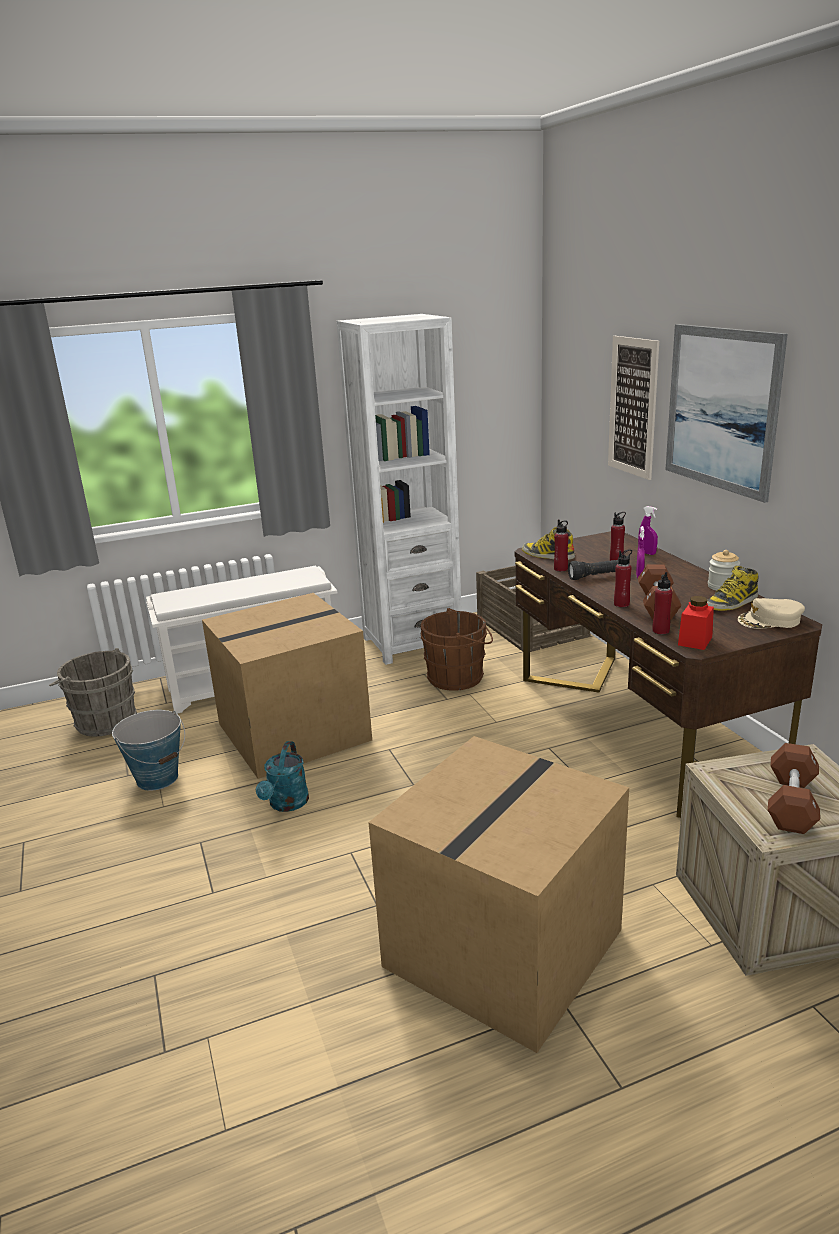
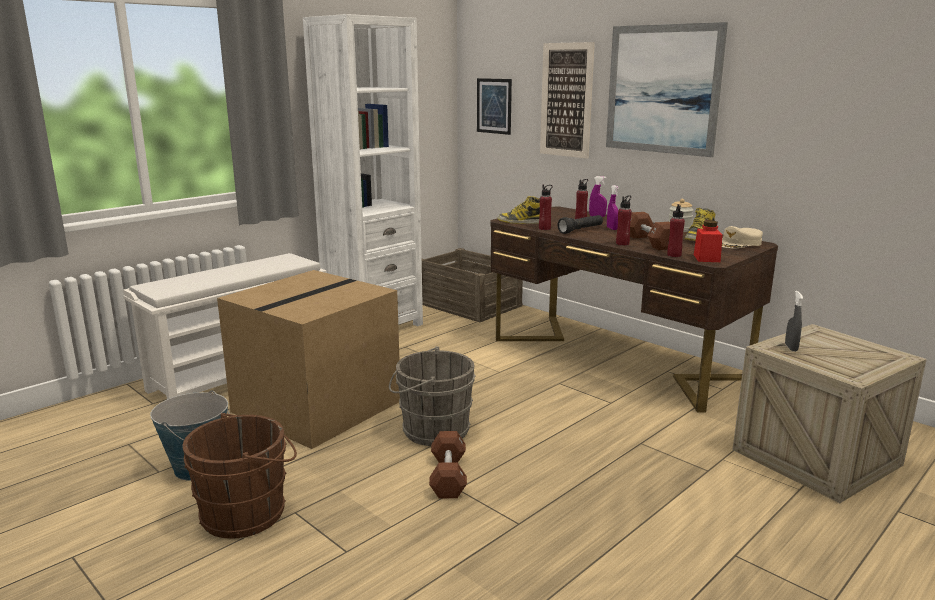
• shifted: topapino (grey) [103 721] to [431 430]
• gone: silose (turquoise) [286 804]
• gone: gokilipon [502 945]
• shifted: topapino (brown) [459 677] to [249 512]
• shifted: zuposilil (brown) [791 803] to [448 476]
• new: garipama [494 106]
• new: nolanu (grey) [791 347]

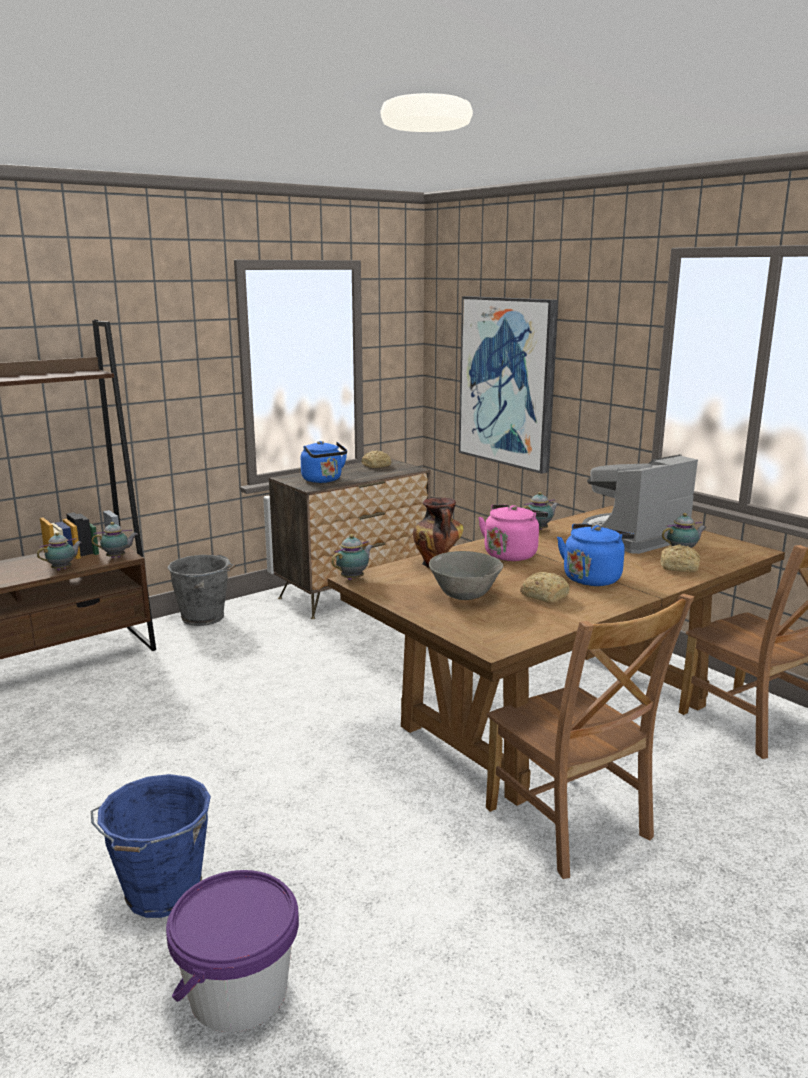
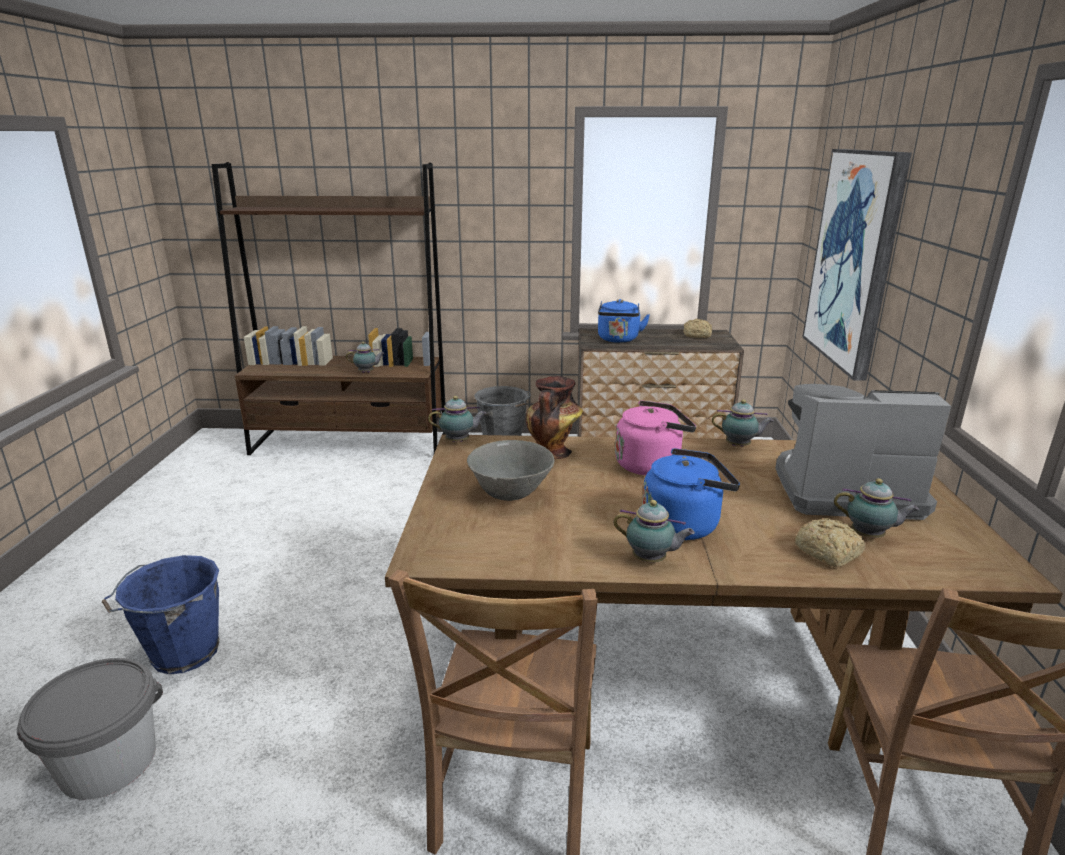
• shifted: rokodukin [117 557] to [651 560]
• repainted: topapino (purple) [238 991] to topapino (grey) [108 763]
• gone: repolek [544 596]

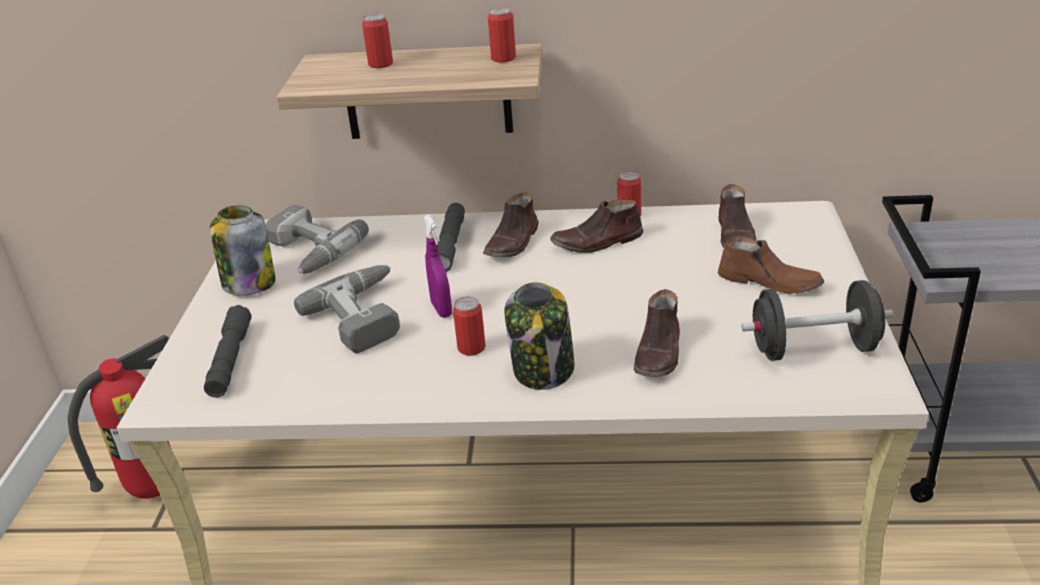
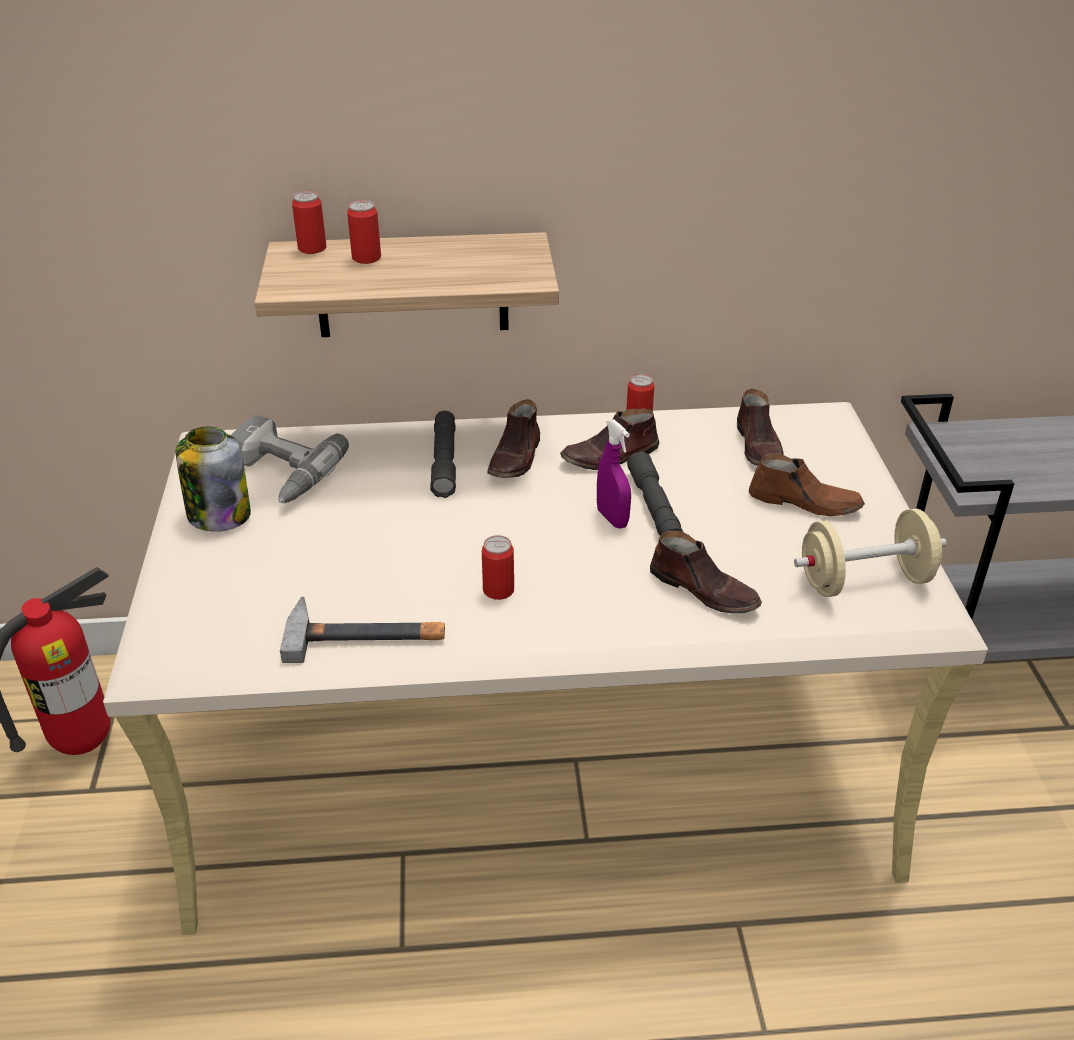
• shifted: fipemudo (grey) [230 360] to [654 508]
• gone: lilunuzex [367 315]
• shifted: nolanu (purple) [441 309] to [612 518]
• shifted: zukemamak [503 58] to [312 248]
• gone: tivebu [543 370]
• rotated: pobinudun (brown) [659 353] = [704 590] 60 degrees counterclockwise
• repainted: zuposilil (black) [813 349] to zuposilil (beige) [864 581]
• new: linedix [366 634]

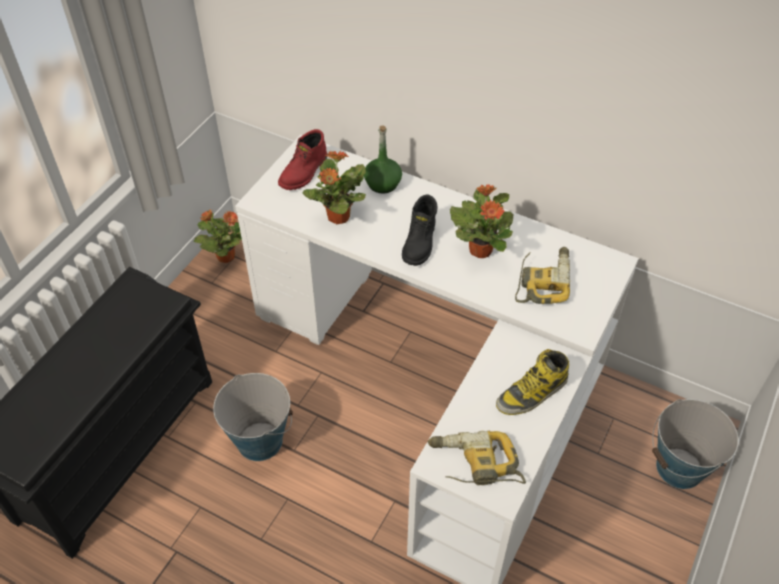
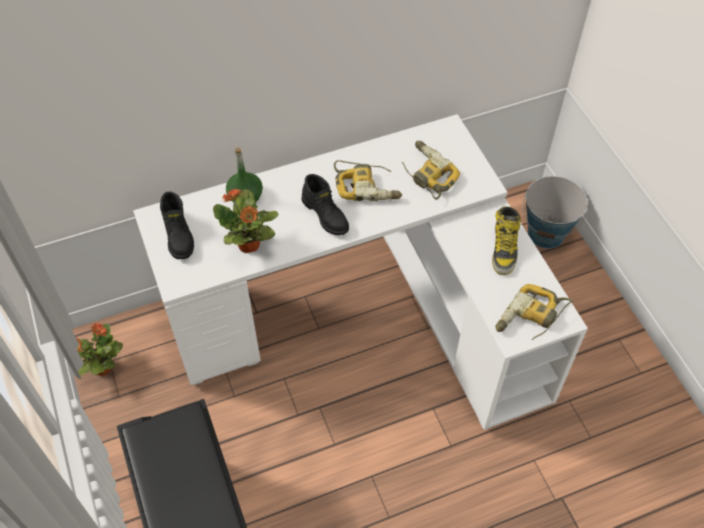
• gone: topapino [259 440]
• repainted: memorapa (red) [304 173] to memorapa (black) [179 235]
• swapped: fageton [480 249] to lilunuzex [367 186]

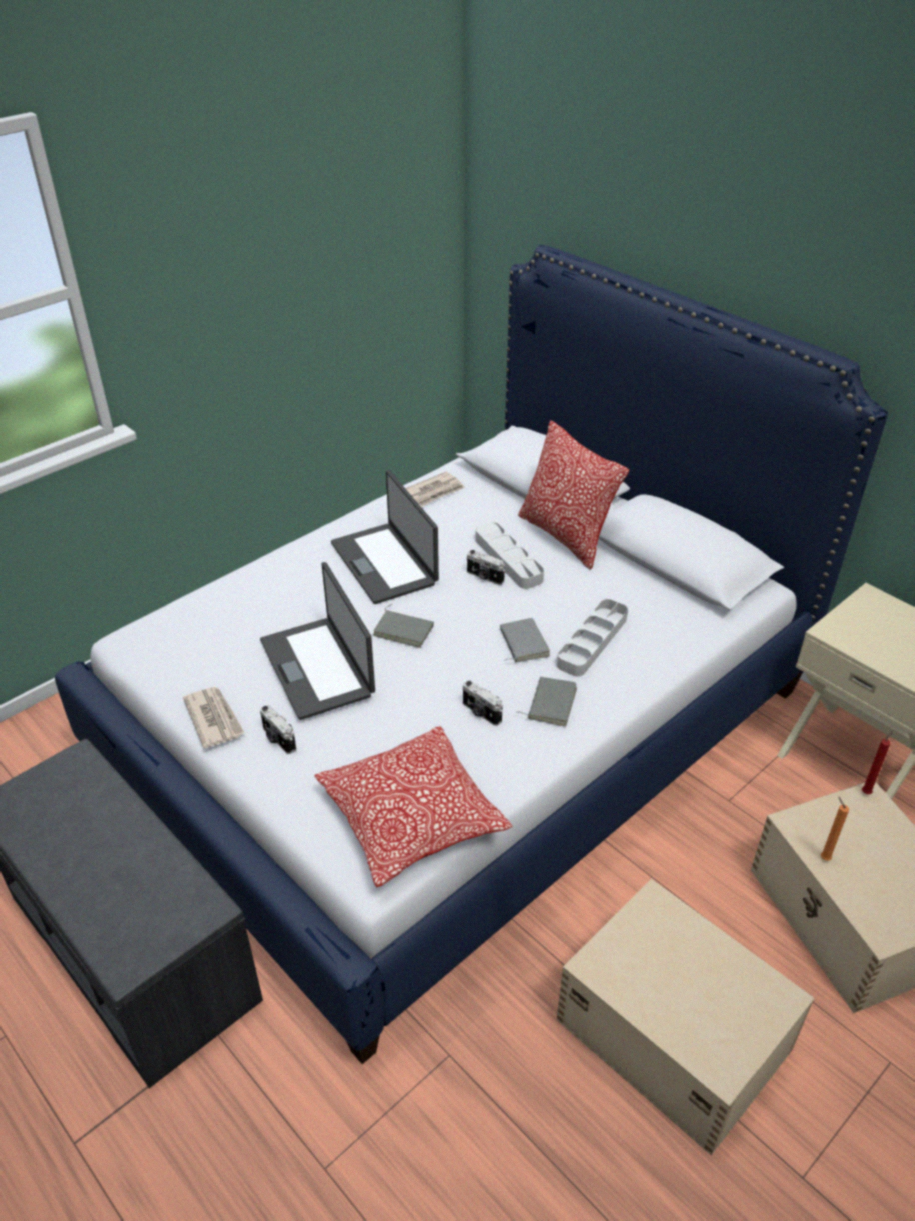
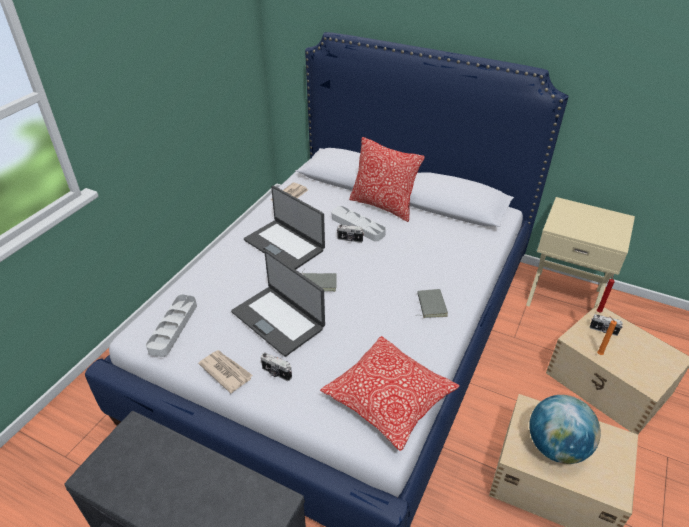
• shifted: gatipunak [481 713] to [603 330]
• gone: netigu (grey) [522 643]
• shifted: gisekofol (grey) [592 641] to [173 327]
• new: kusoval [556 447]

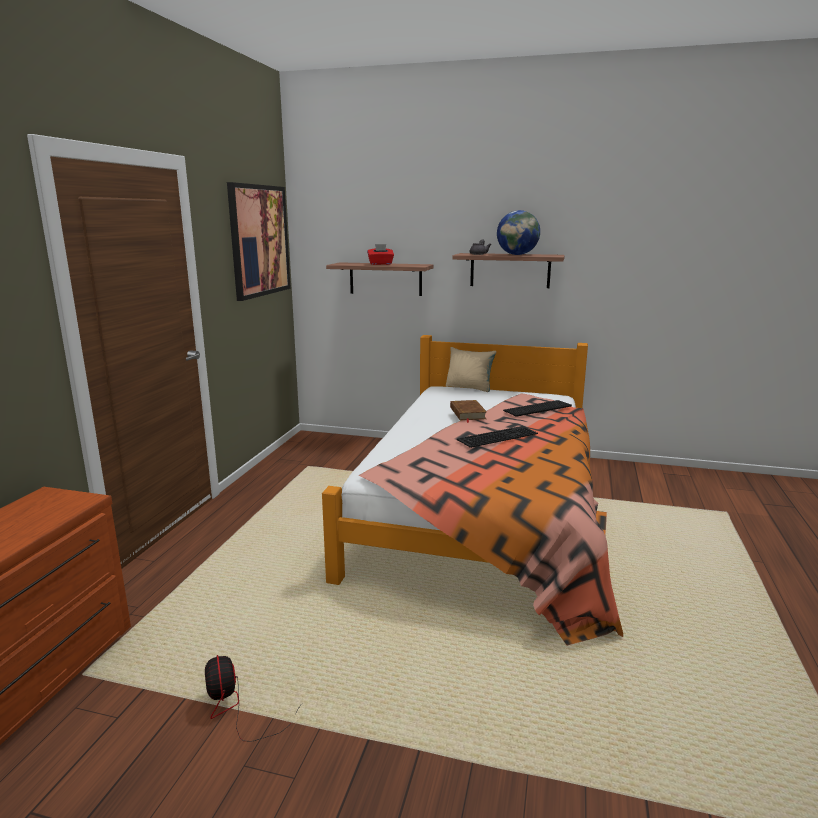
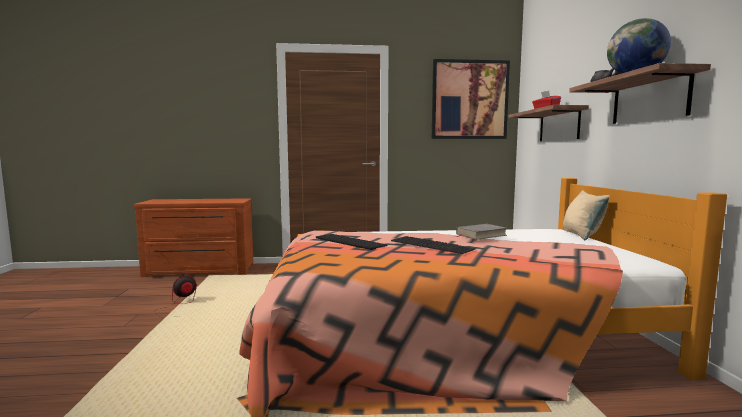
• repainted: netigu (brown) [467 413] to netigu (grey) [481 235]
• shifted: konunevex [538 409] to [348 242]

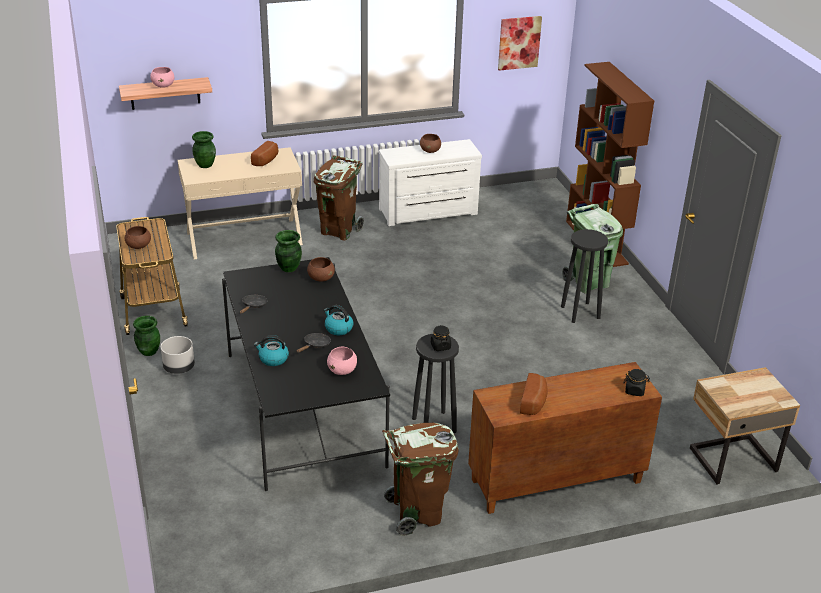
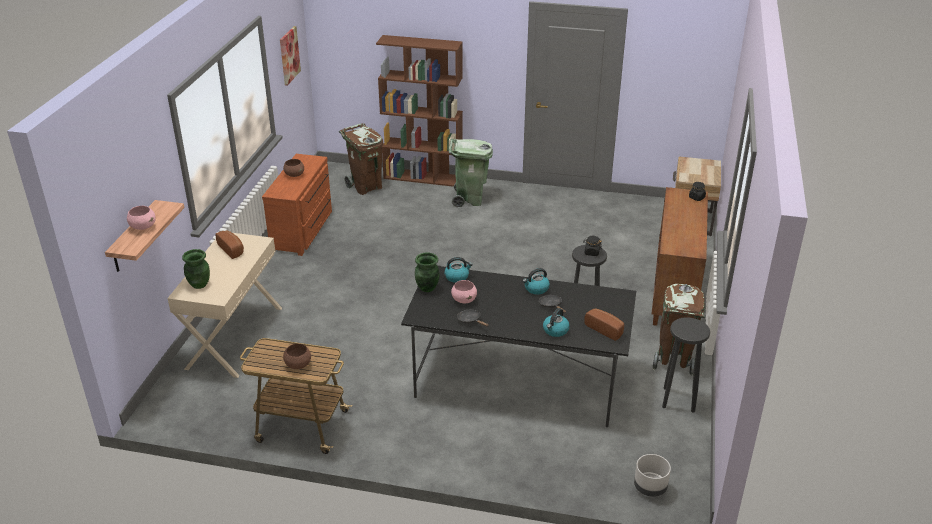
• gone: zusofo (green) [149 351]
• shifted: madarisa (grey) [179 367] to [650 487]
• swapped: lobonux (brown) [321 278] to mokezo [457 277]
• shifted: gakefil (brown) [339 231] to [366 187]
• shifted: lobonux (pink) [342 370] to [464 300]
• repainted: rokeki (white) [429 213] to rokeki (brown) [304 230]
• shifted: repolek [534 402] to [605 329]
• shifted: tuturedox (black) [579 312] to [679 400]

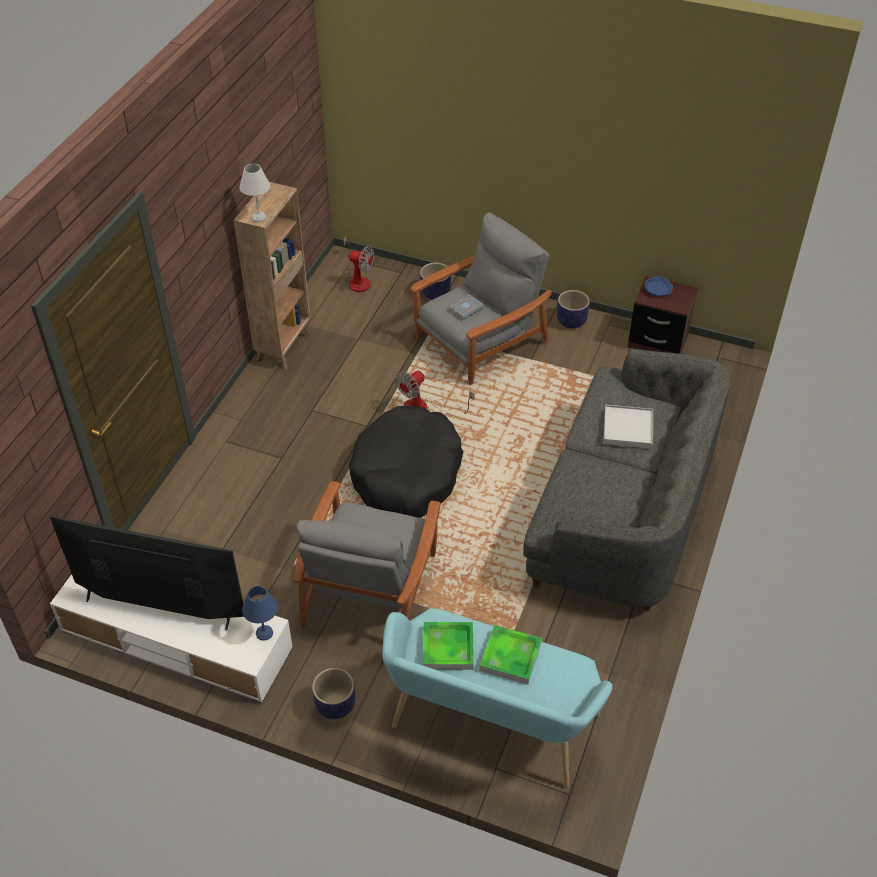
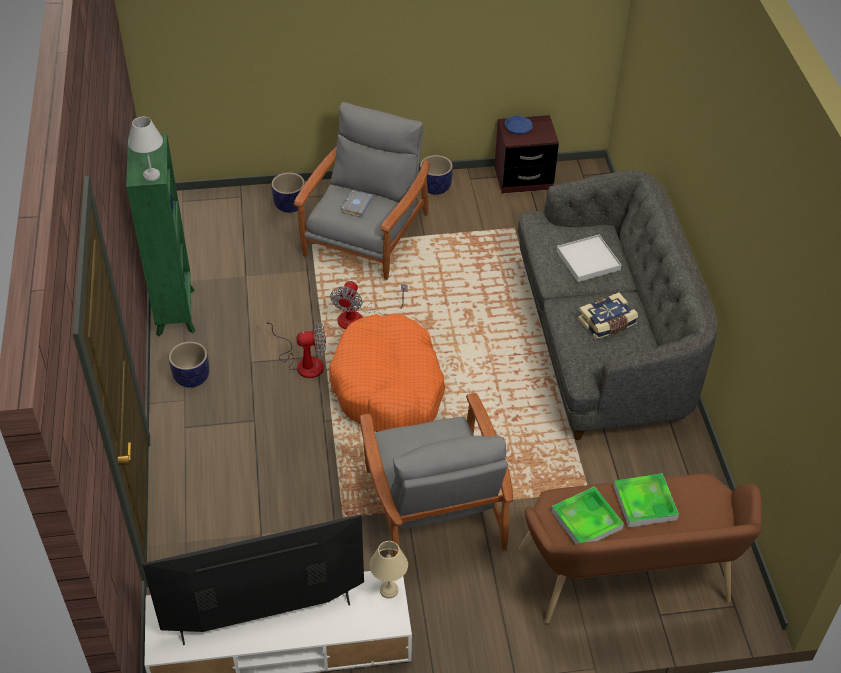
• repainted: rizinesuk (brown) [284 346] to rizinesuk (green) [176 311]
• repainted: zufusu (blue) [264 634] to zufusu (beige) [389 591]
• shifted: madarisa [335 706] to [192 378]
• shifted: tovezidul [357 279] to [303 362]
• repainted: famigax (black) [406 474] to famigax (orange) [388 386]
• repainted: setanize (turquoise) [489 728] to setanize (brown) [628 582]
• new: netigu [607 324]

